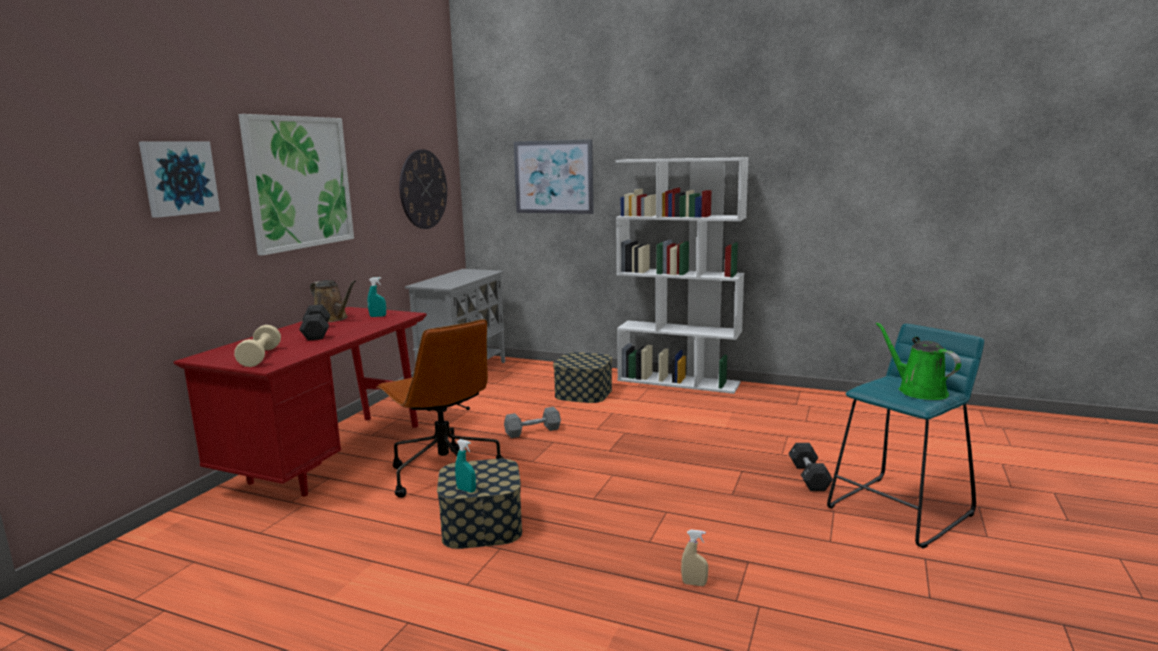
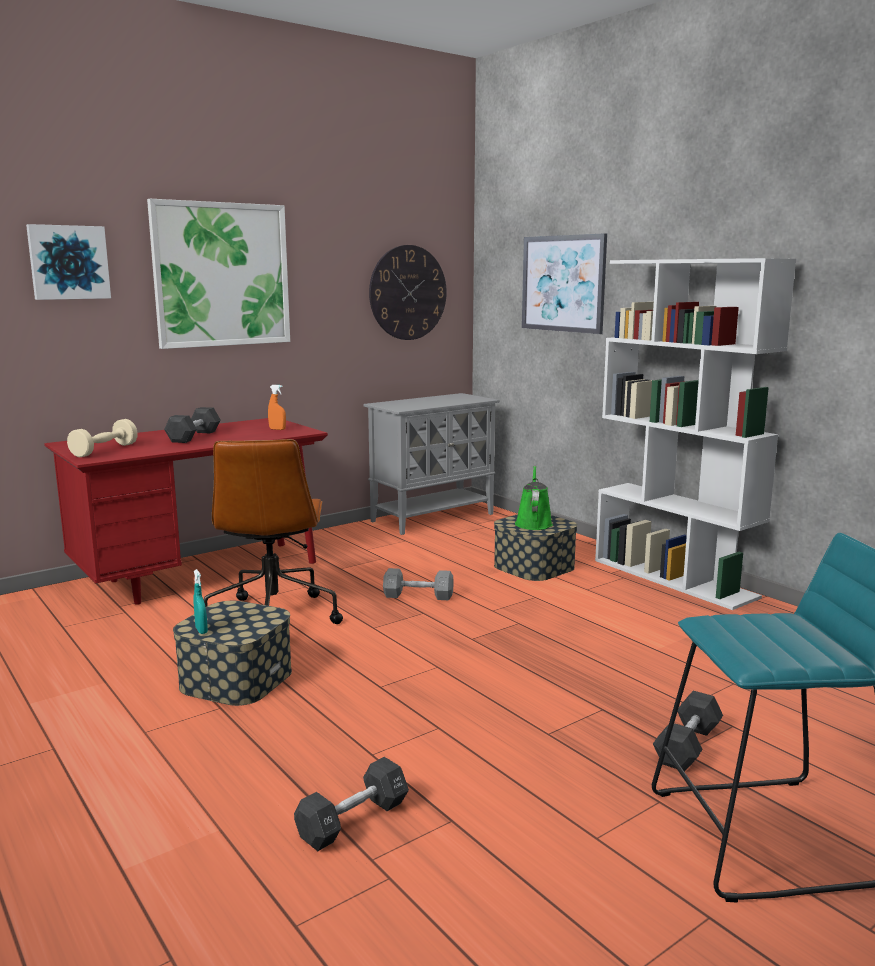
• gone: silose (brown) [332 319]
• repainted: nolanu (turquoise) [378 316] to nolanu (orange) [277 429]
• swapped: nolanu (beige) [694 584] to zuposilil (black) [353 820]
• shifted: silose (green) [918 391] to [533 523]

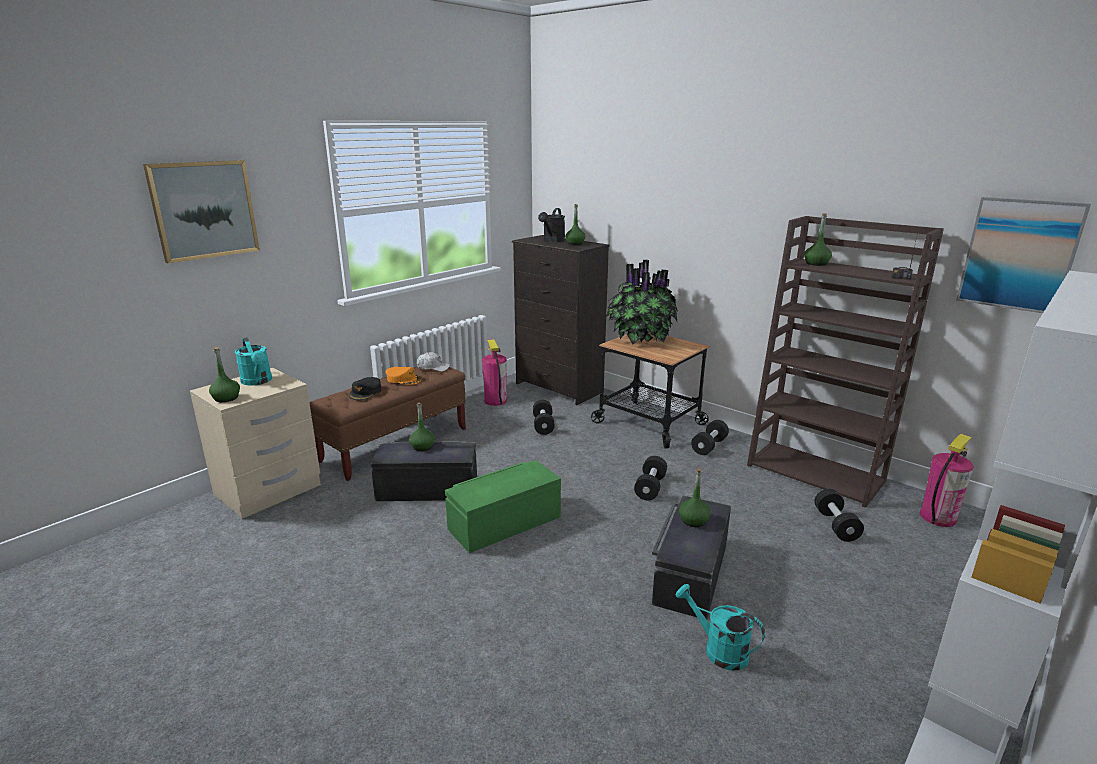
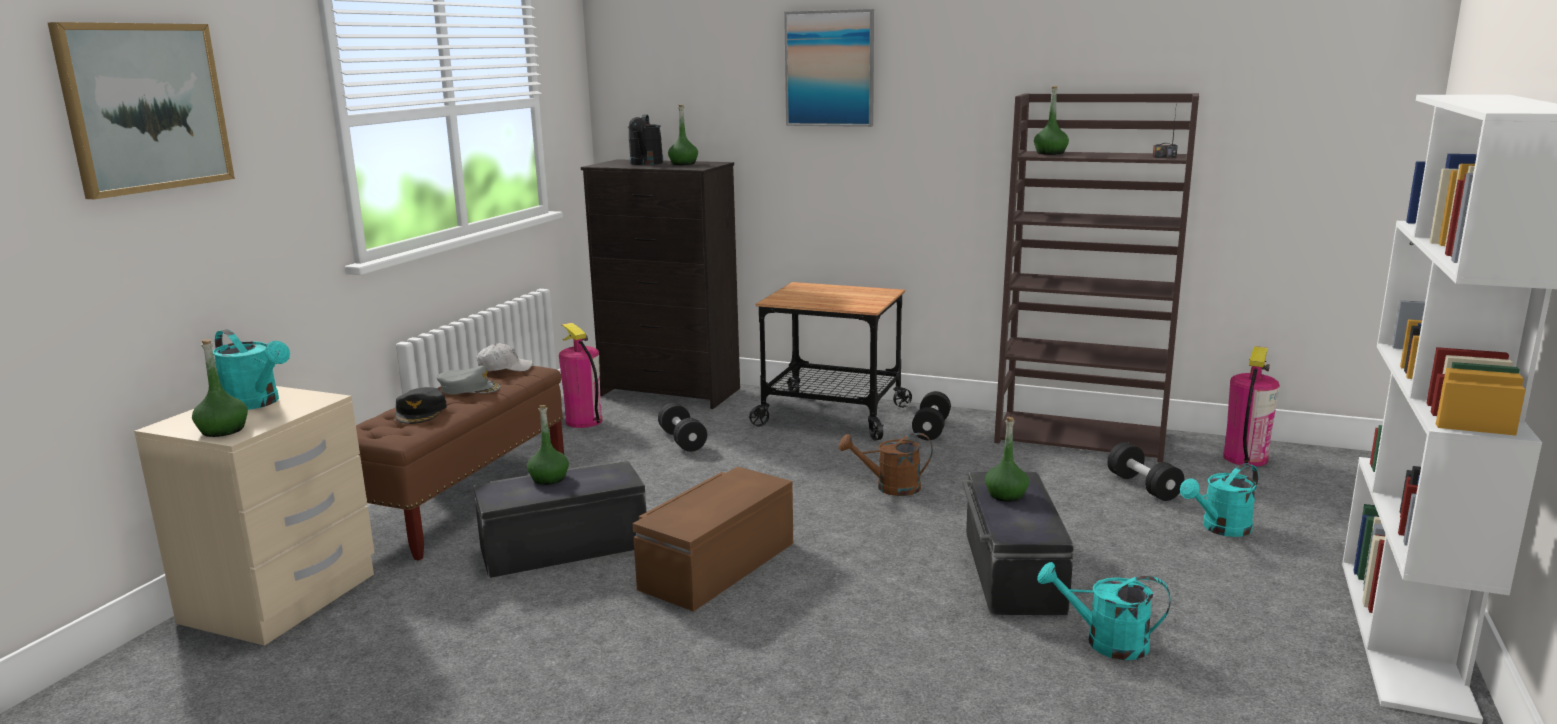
• repainted: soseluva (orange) [403 379] to soseluva (grey) [469 388]
• repainted: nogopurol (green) [504 522] to nogopurol (brown) [716 565]
• gone: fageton [640 340]
• swapped: zuposilil (black) [650 487] to silose (brown) [890 488]
• shifted: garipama [1019 254] to [830 69]
• new: silose (turquoise) [1220 529]

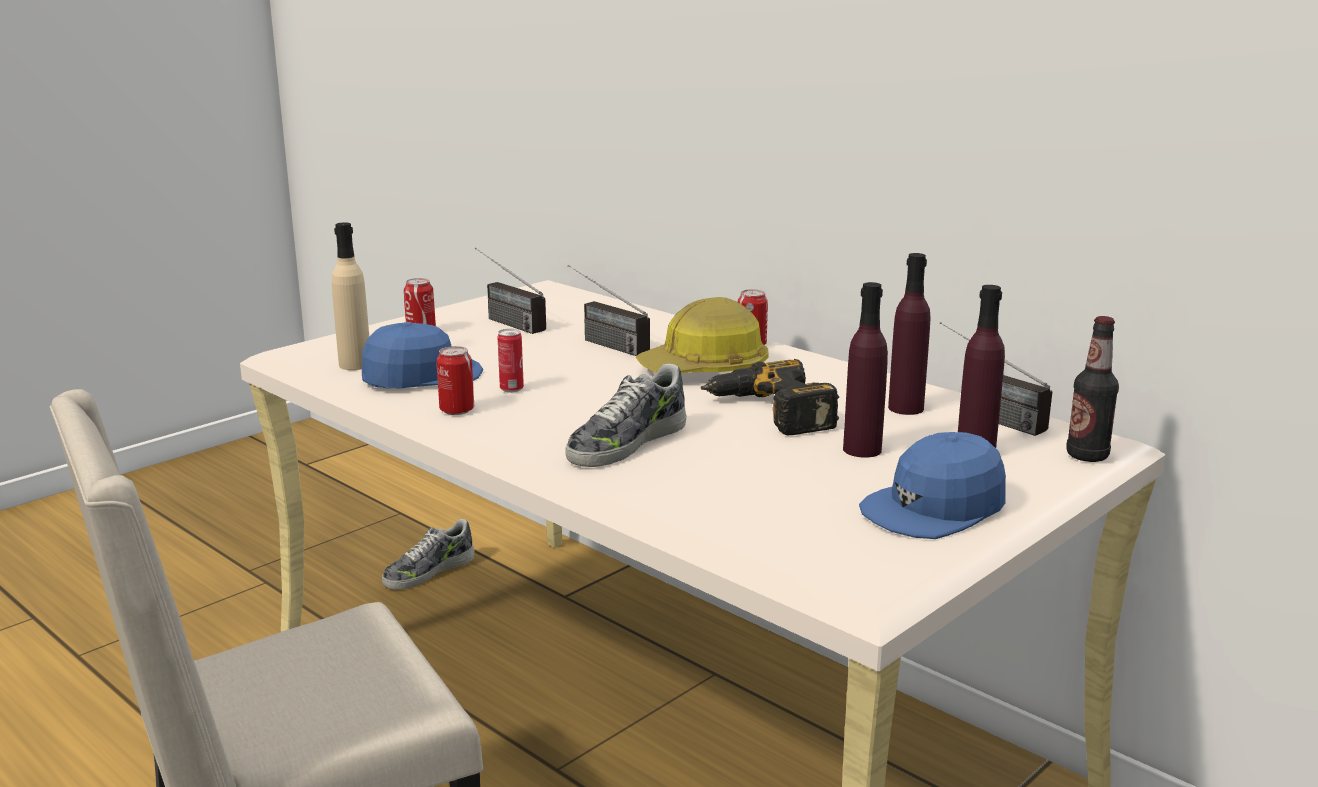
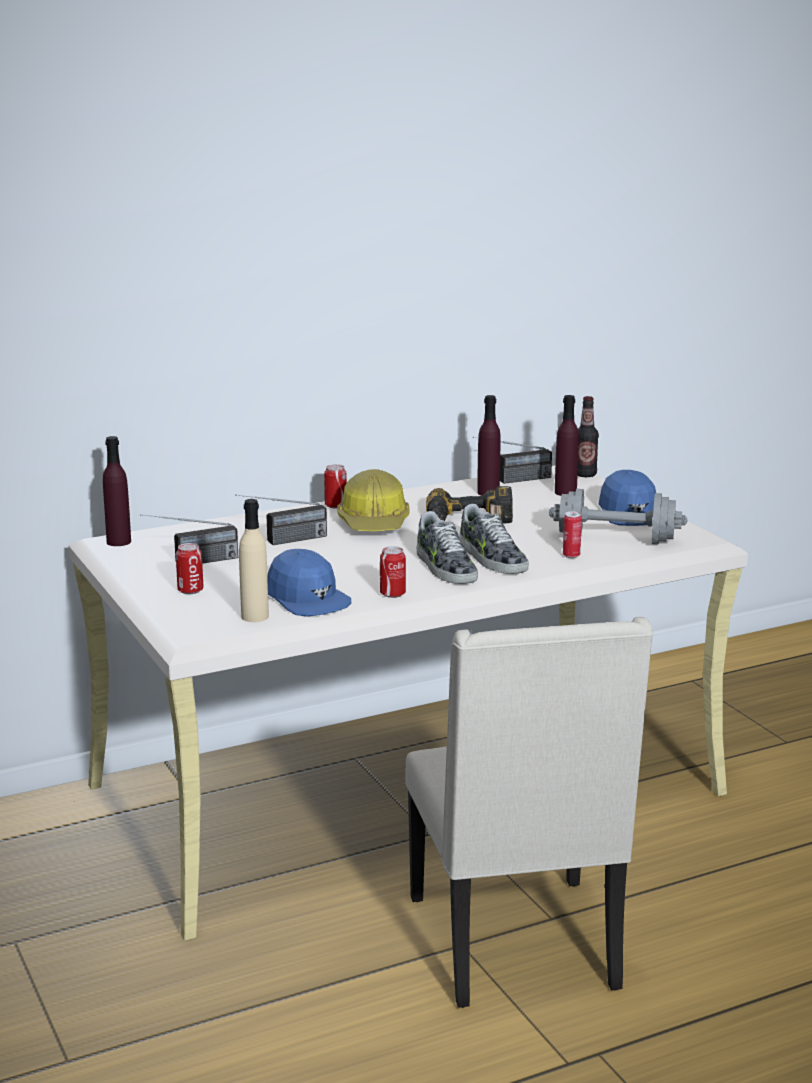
• rotated: soseluva (blue) [421 376] = [307 598] 150 degrees clockwise
• shifted: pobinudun [428 571] to [444 567]
• shifted: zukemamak [511 389] to [571 556]
• shifted: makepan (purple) [862 450] to [119 542]
• new: zuposilil (grey) [616 540]

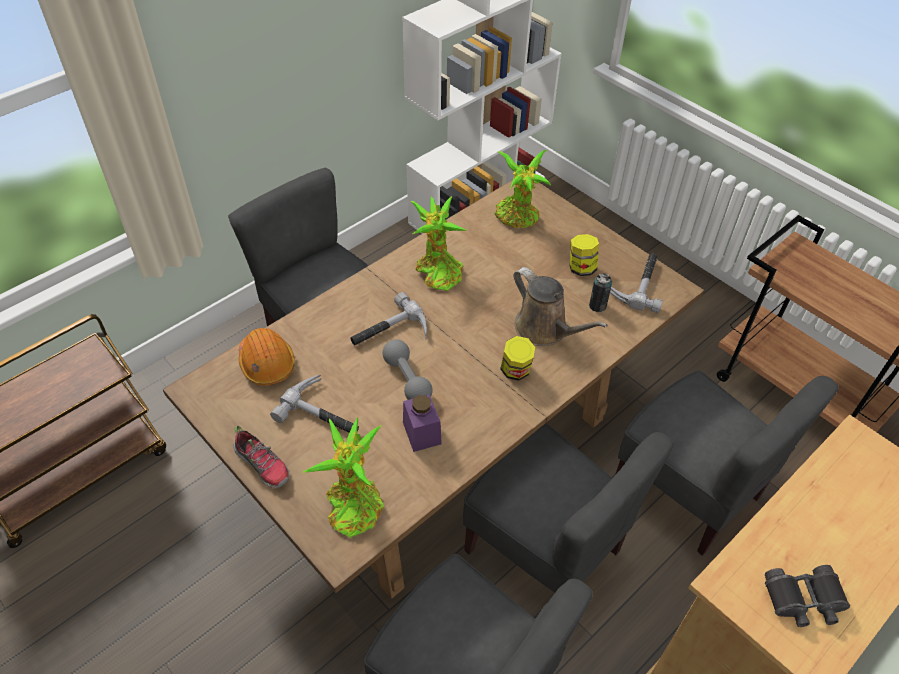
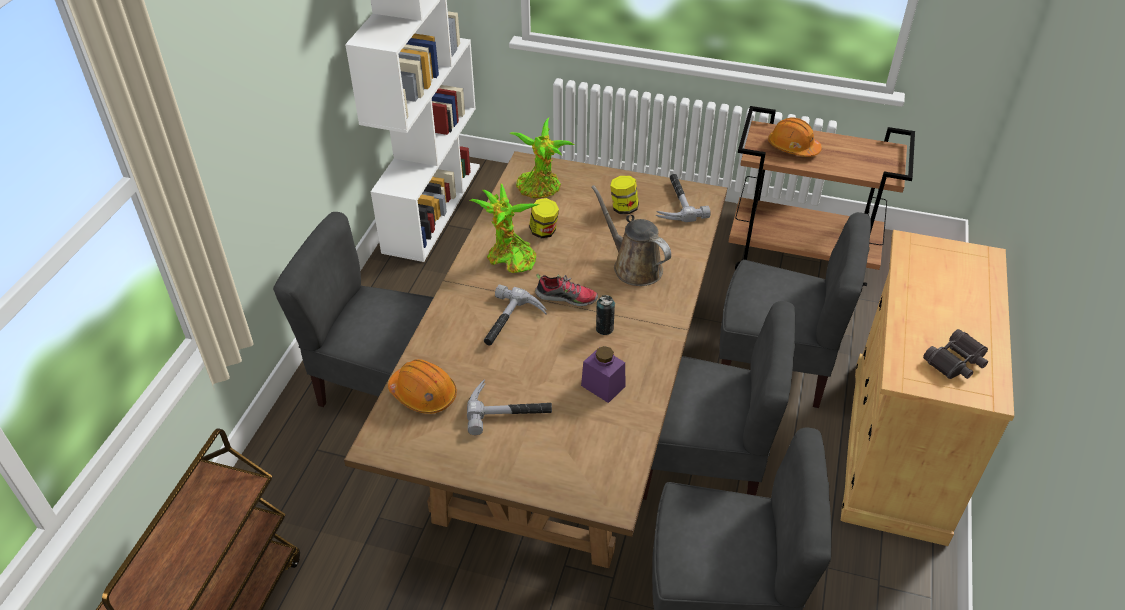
• shifted: pobinudun [263 465] to [567 297]
• gone: fageton [353 504]
• gone: zuposilil (grey) [407 379]
• shifted: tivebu [515 371] to [544 232]
• rotated: silose (brown) [545 329] = [634 266] 150 degrees counterclockwise
• shifted: zukemamak [597 306] to [604 328]
• new: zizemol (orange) [793 147]

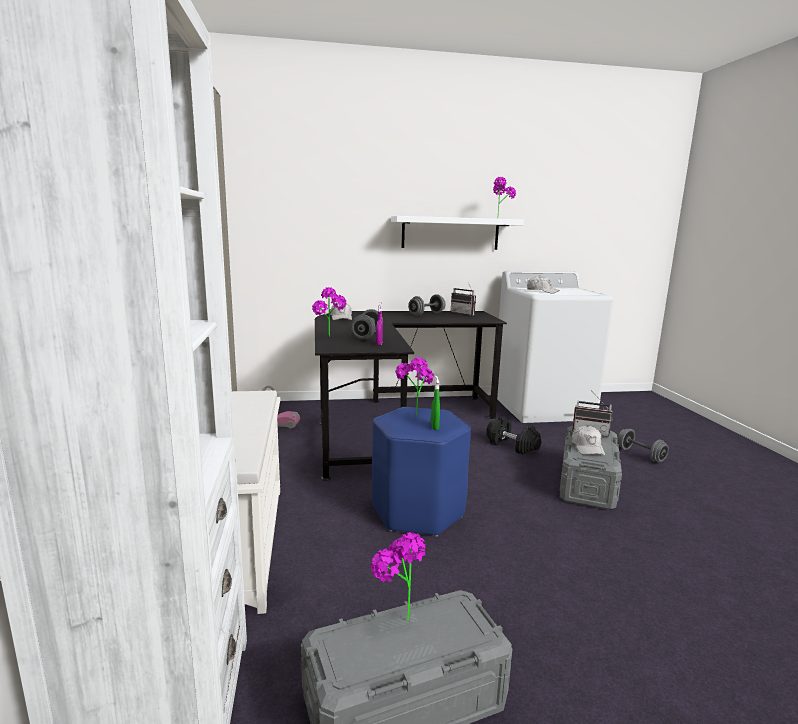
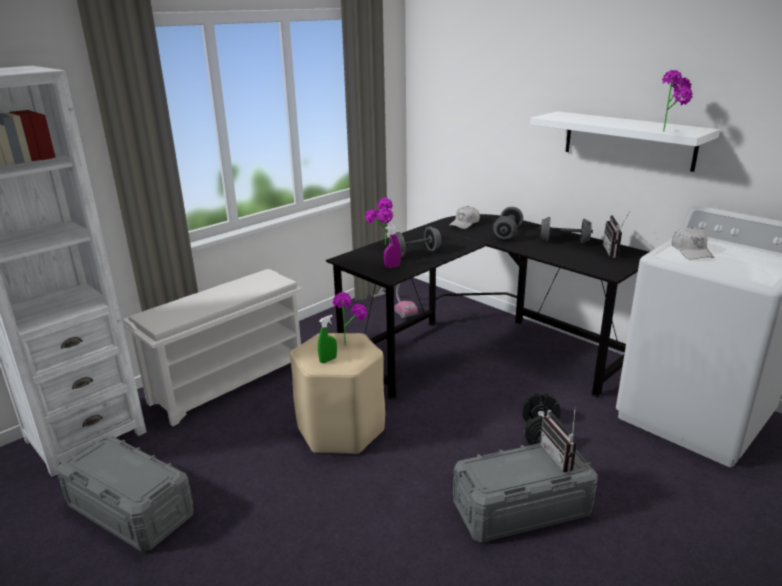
• gone: fageton [396 617]
• repainted: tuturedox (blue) [417 512] to tuturedox (beige) [340 430]
• gone: soseluva (white) [587 447]
• shifted: zuposilil (grey) [640 455] to [507 233]

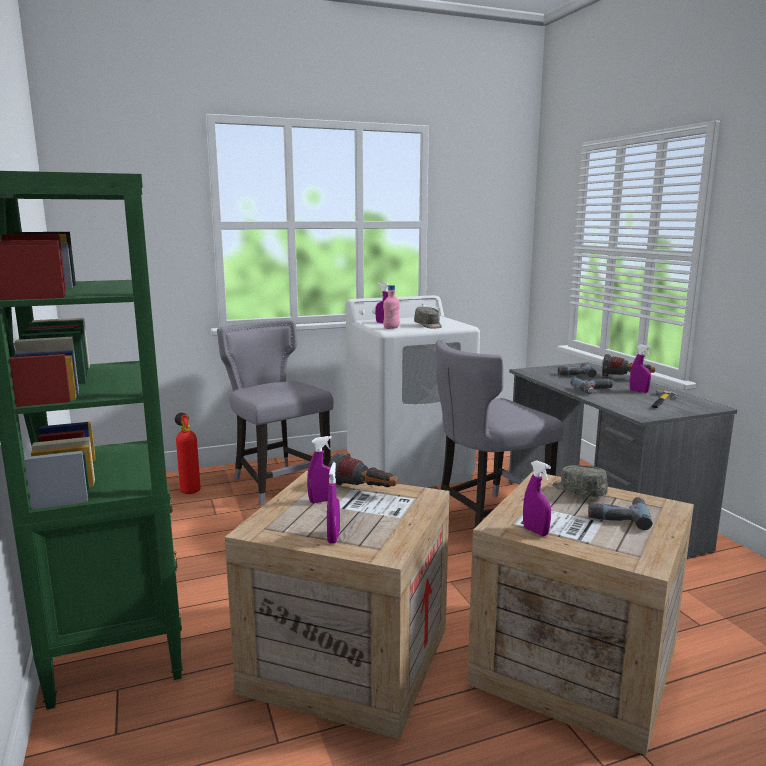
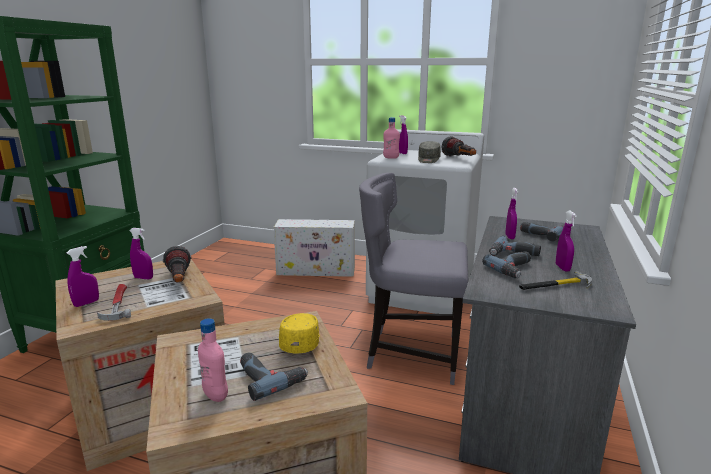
• gone: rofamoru [189 490]
• swapped: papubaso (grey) [278 482] to nogopurol (white) [317 270]
• shifted: nolanu (purple) [535 531] to [509 237]
• repainted: soseluva (grey) [578 491] to soseluva (yellow) [301 342]
• shifted: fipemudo [626 378] to [460 159]
• new: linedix [117 304]
• new: makepan (pink) [215 395]
• new: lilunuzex [515 269]

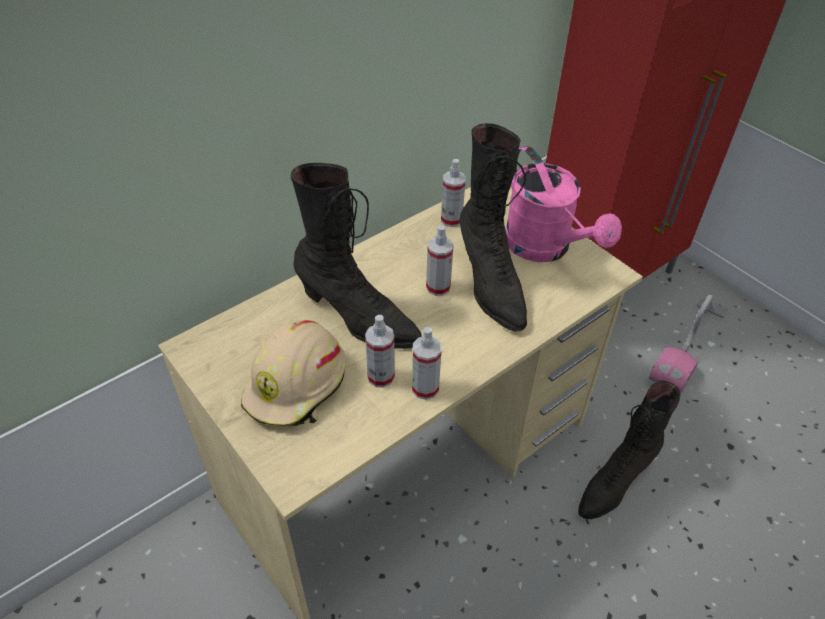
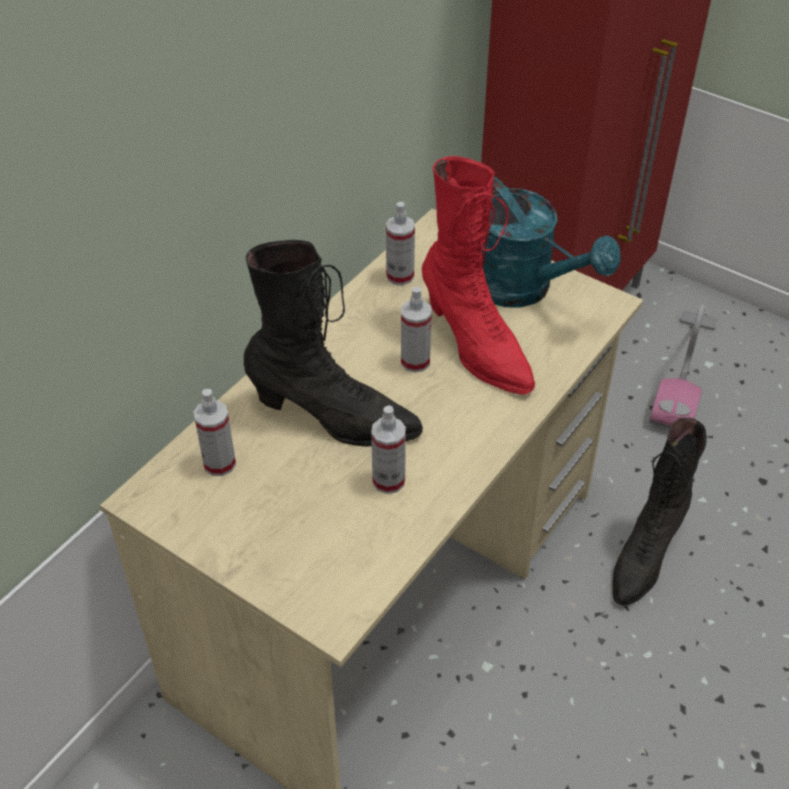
• gone: zizemol (beige) [297 386]
• shifted: nolanu [425 388] to [219 463]
• repainted: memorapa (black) [490 285] to memorapa (red) [475 346]
• repainted: silose (pink) [545 248] to silose (turquoise) [523 289]

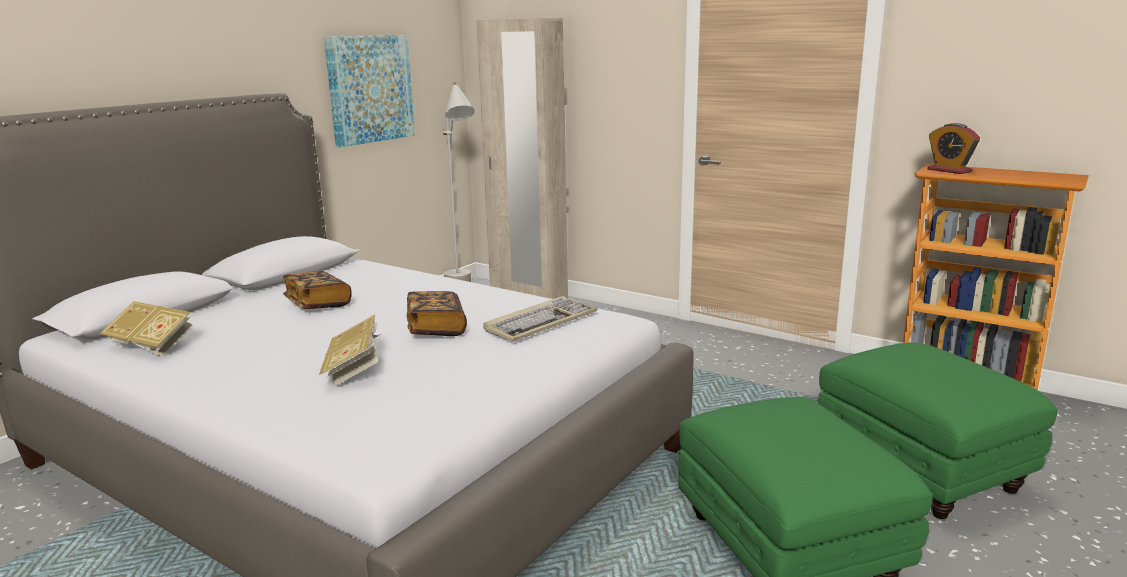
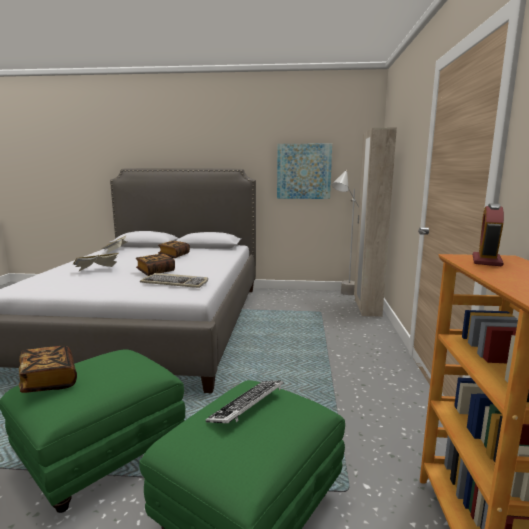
• new: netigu [49 381]
• new: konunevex [247 407]

